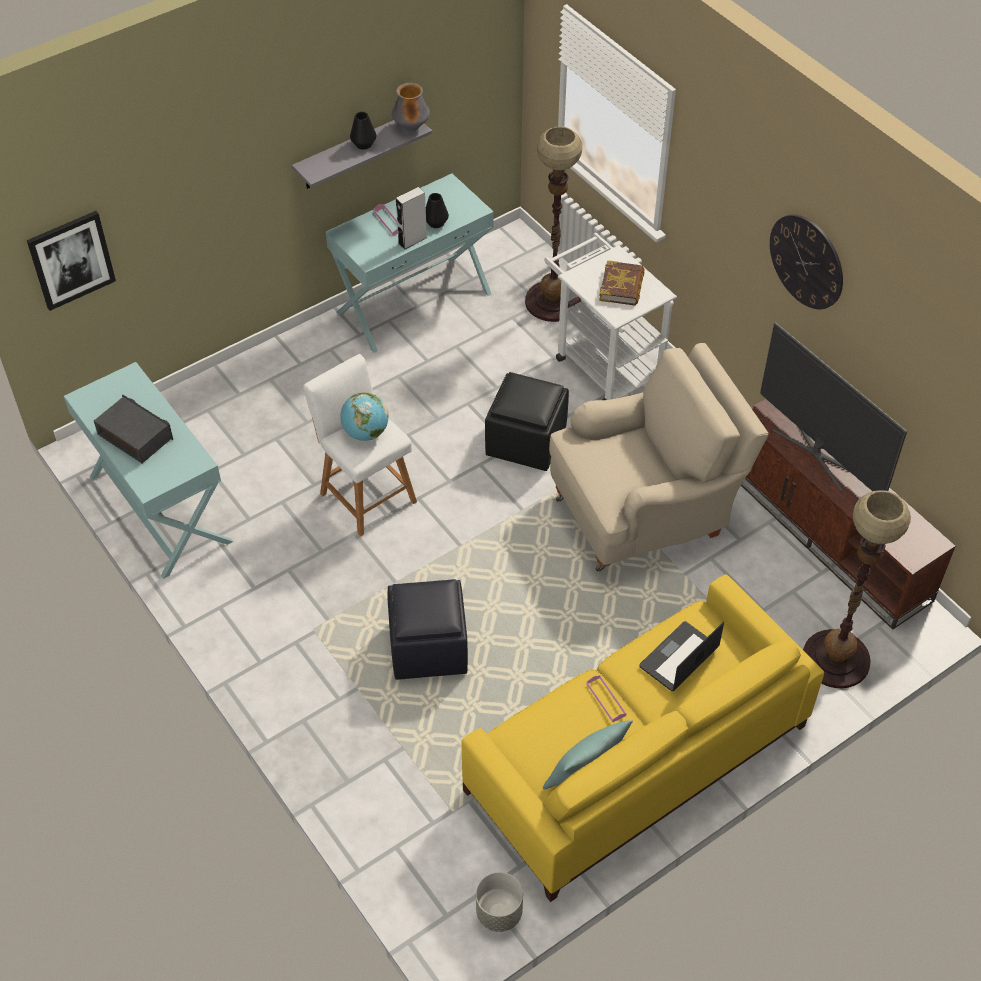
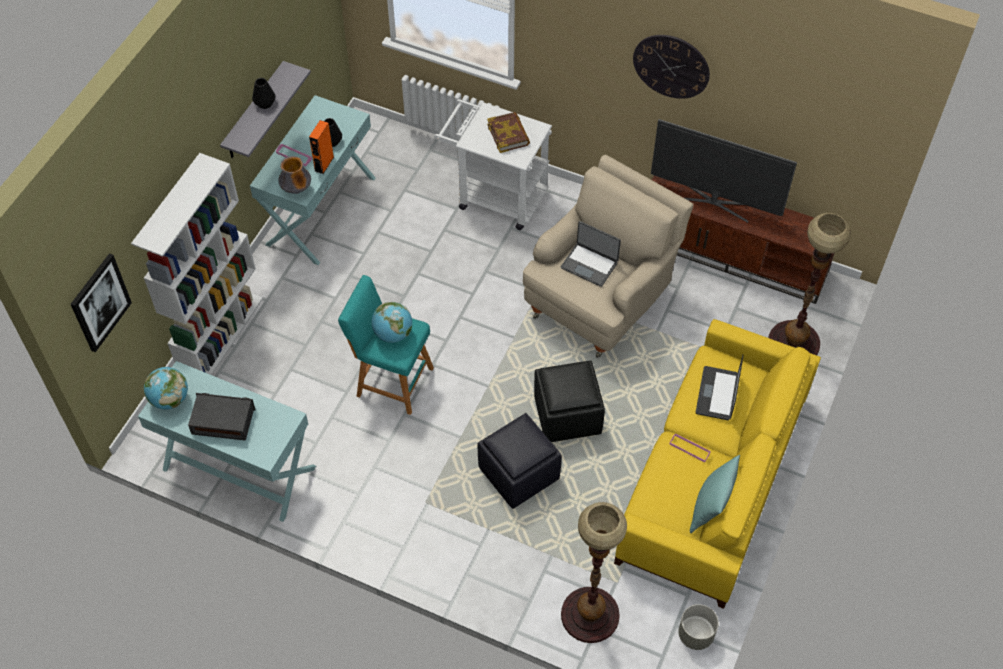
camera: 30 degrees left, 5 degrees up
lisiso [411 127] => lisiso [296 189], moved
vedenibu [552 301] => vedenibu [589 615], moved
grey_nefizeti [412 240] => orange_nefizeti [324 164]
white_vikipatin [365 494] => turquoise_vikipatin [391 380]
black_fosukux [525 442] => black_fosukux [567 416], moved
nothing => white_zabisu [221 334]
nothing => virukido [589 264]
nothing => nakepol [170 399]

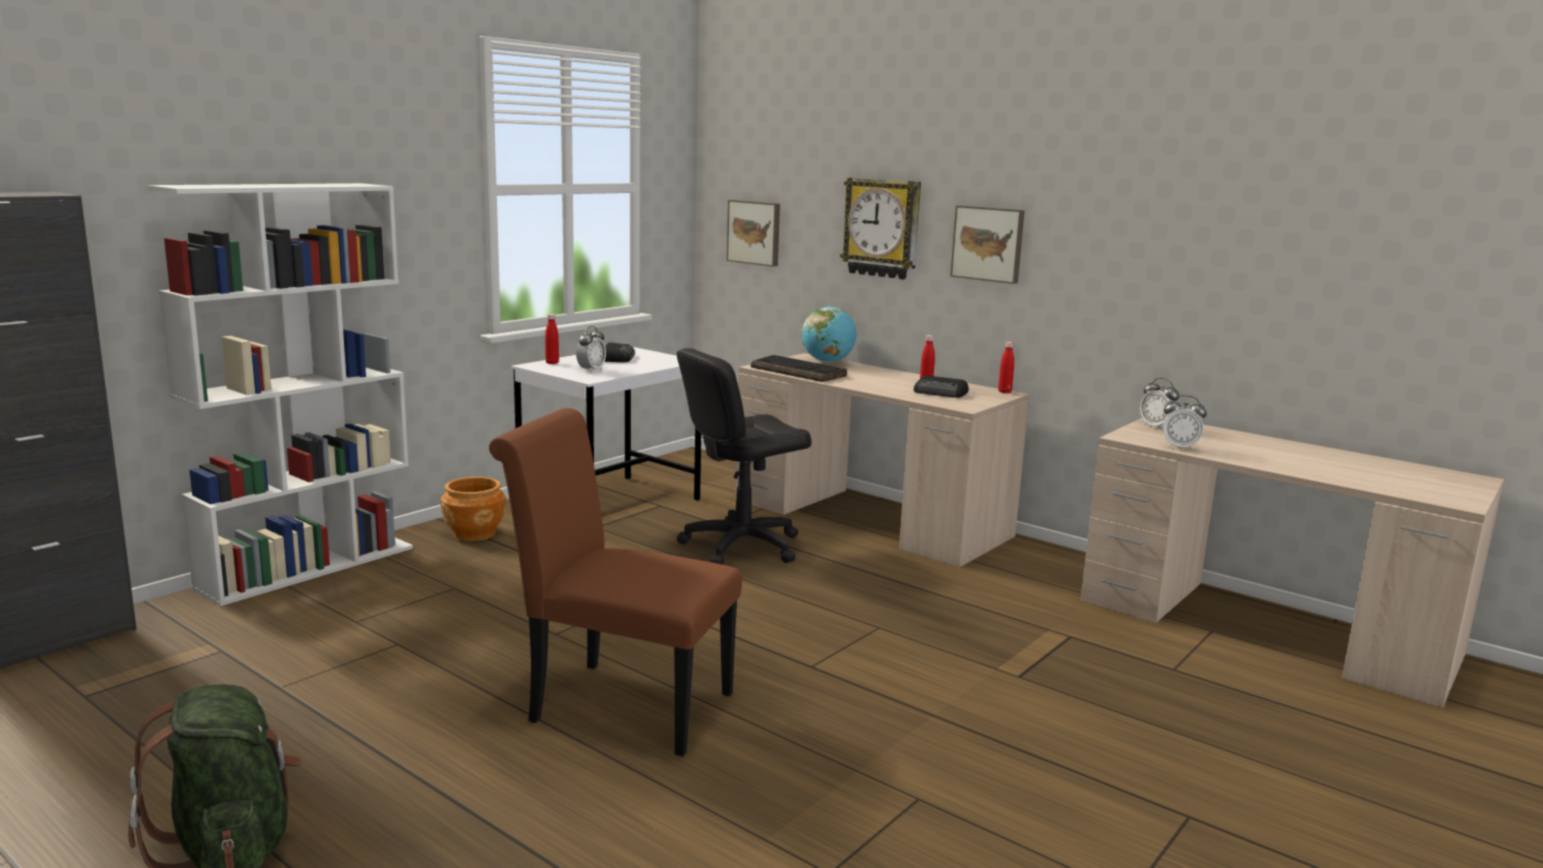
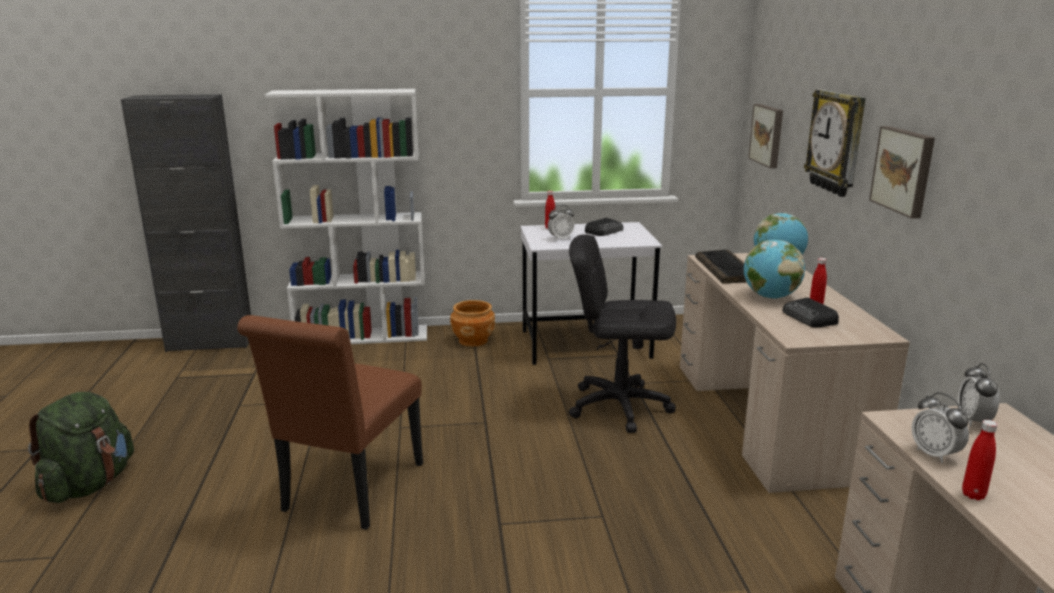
camera: 45 degrees right, 5 degrees up
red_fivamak [1004 392] => red_fivamak [973 495], moved
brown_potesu [619 705] => brown_potesu [349 492], 135 degrees counterclockwise
nothing => nakepol [770 297]

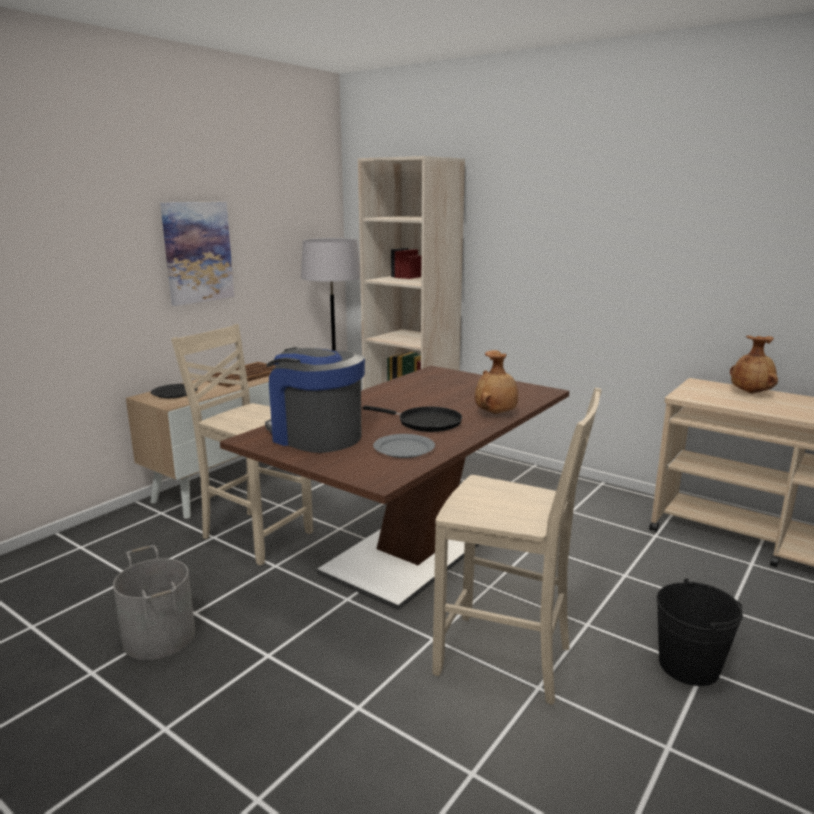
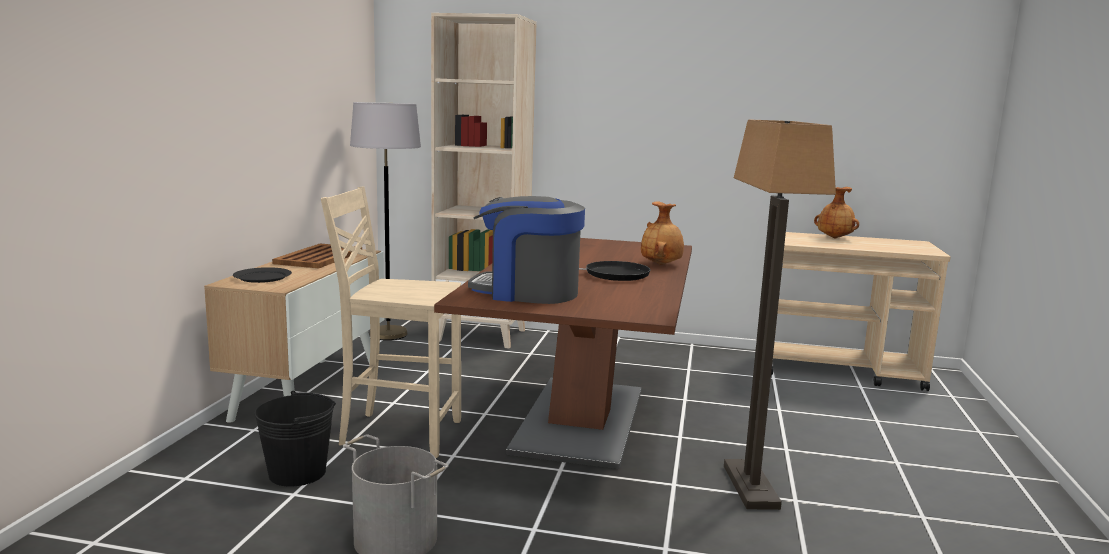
camera: 25 degrees left, 5 degrees down
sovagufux [197 252] => nothing
beige_potesu [506 660] => vedenibu [751 487]
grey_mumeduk [404 449] => nothing
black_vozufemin [689 666] => black_vozufemin [297 473], moved

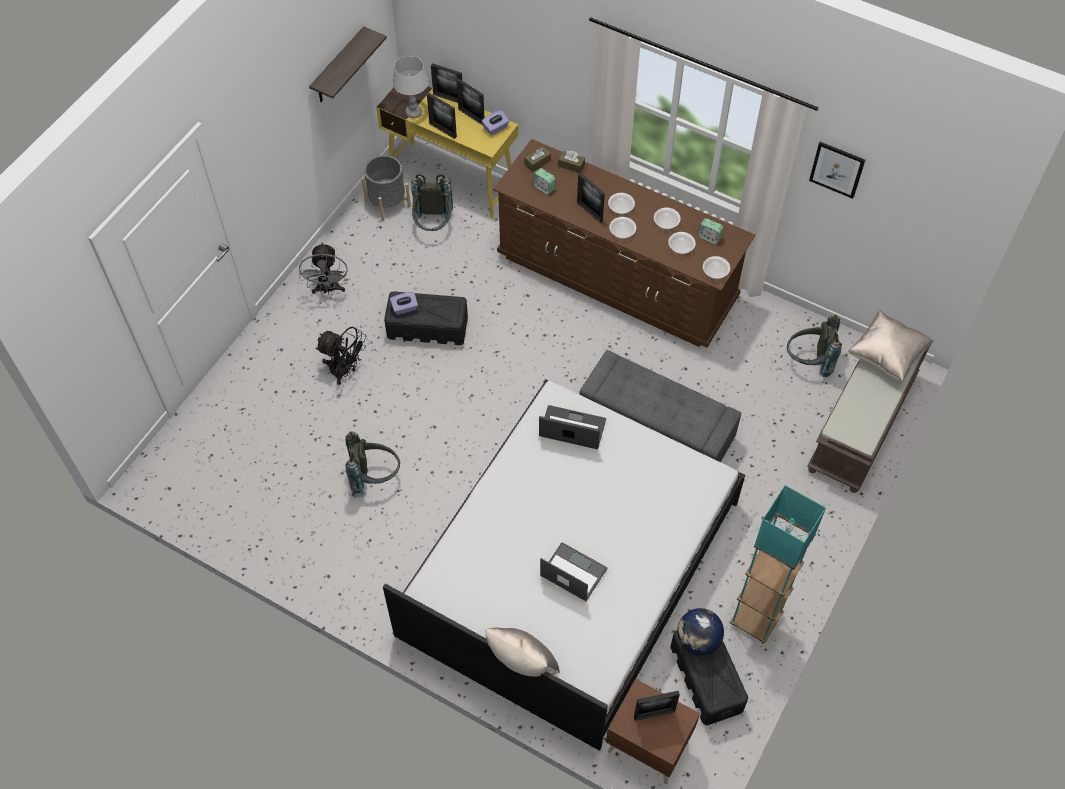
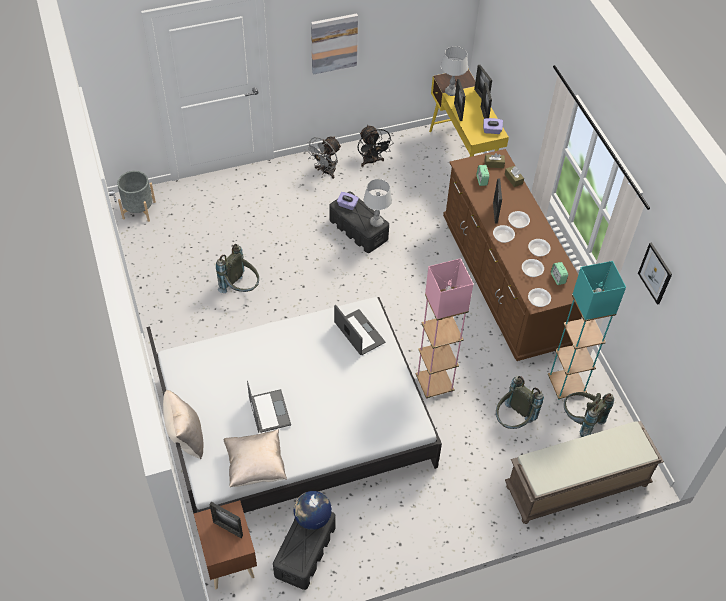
camera: 40 degrees right, 5 degrees down
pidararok [338 67] => nothing
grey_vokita [387 203] => grey_vokita [139 210], moved
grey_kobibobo [433 226] => grey_kobibobo [513 421], moved
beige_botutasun [886 356] => beige_botutasun [255 466], moved
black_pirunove [345 371] => black_pirunove [371 162], moved
grey_fosukux [655 427] => pink_vedenibu [434 384]
turquoise_vedenibu [755 619] => turquoise_vedenibu [566 386], moved
nothing => sovagufux [334 43]
nothing => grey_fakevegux [376 222]

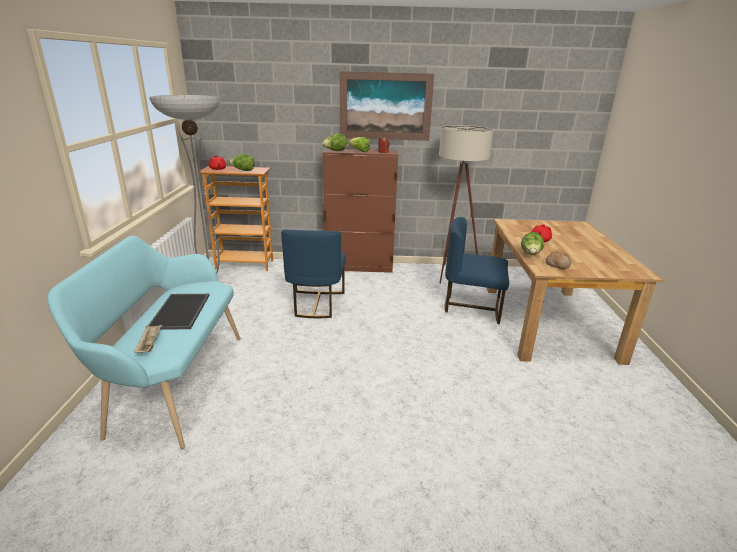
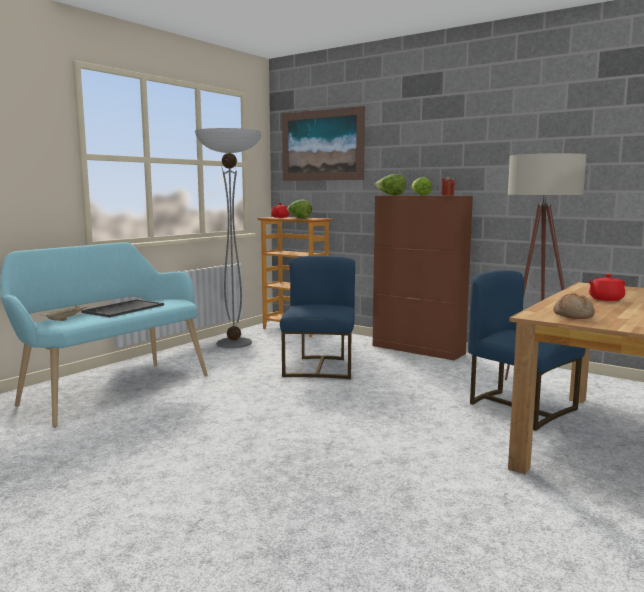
camera: 35 degrees right, 15 degrees down
sovagufux [385 106] => sovagufux [322 145], moved
blue_potesu [316 304] => blue_potesu [320 367], 150 degrees clockwise
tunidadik [530 255] => nothing

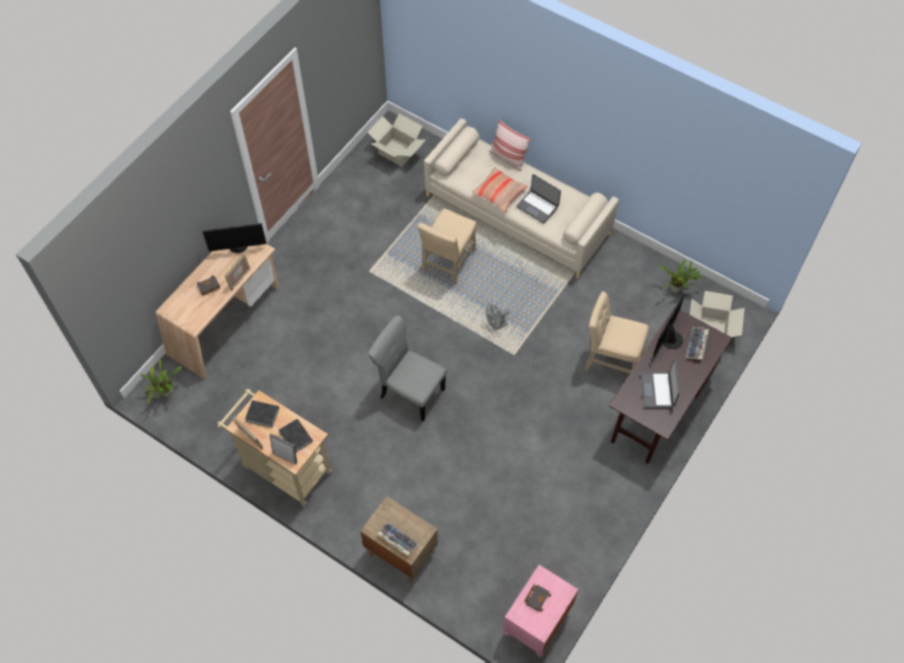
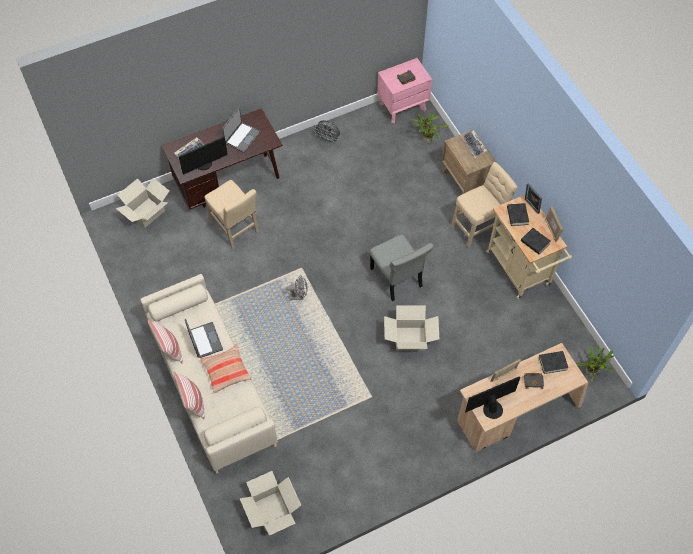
camera: 150 degrees left, 0 degrees up
beige_potesu [448 263] => beige_potesu [479 226], moved
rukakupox [238 246] => rukakupox [491 407], 45 degrees counterclockwise
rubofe [676 289] => rubofe [426 140], moved
nothing => grey_pirunove [328 139]
nothing => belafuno [410 338]
nothing => botutasun [169 349]
nothing => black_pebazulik [552 363]

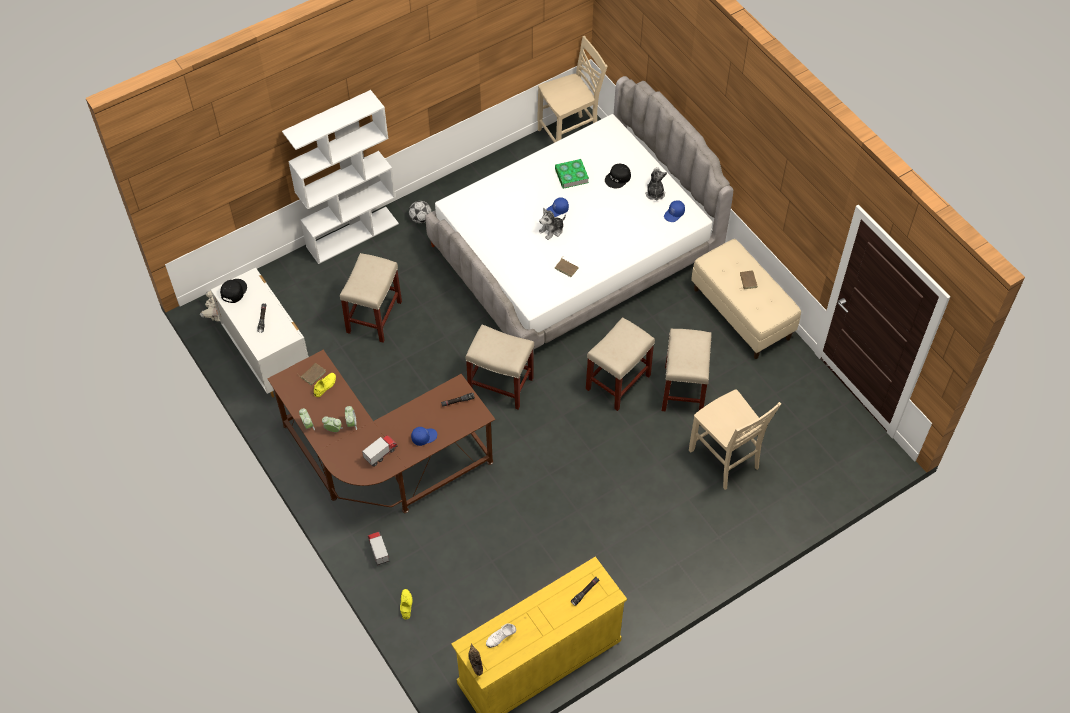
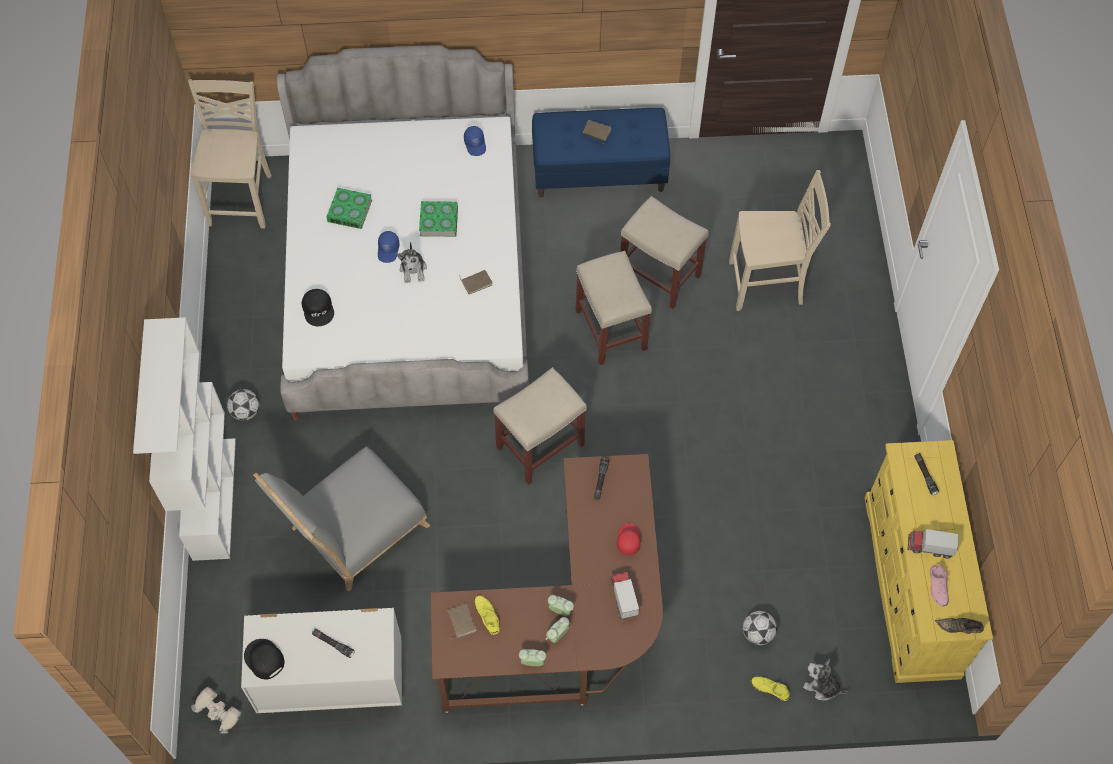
camera: 60 degrees left, 5 degrees up
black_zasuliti [618 178] => black_zasuliti [318 309], moved
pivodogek [655 193] => pivodogek [821 686], moved
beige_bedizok [742 314] => blue_bedizok [599 172]
beige_vikipatin [374 316] => grey_potesu [353 532]
blue_zasuliti [424 437] => red_zasuliti [628 540]
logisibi [378 551] => logisibi [929 547], moved
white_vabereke [500 636] => pink_vabereke [938 586]
nothing => pebazulik [439 221]
nothing => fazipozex [757 633]

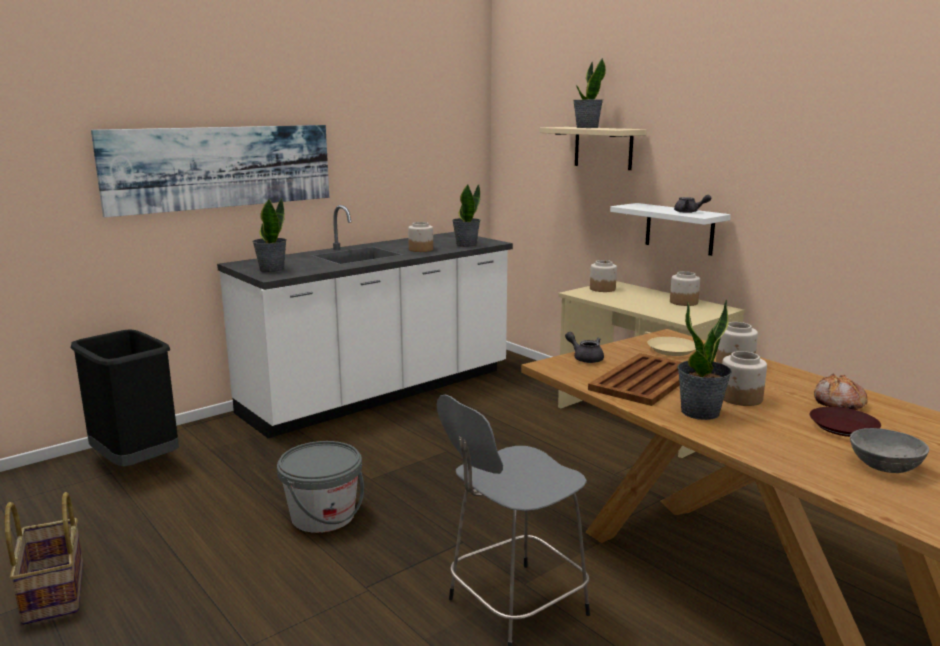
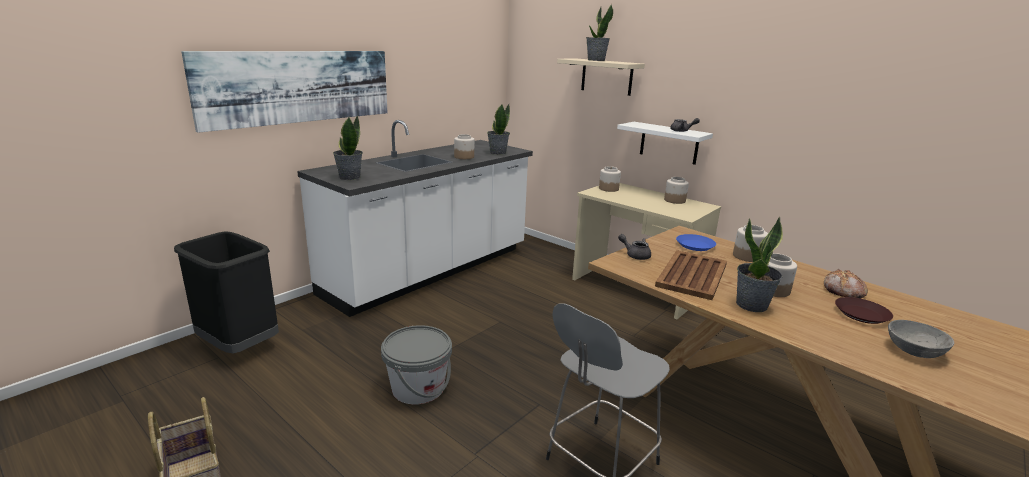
camera: 10 degrees left, 5 degrees up
beige_mumeduk [671 350] => blue_mumeduk [695 246]

